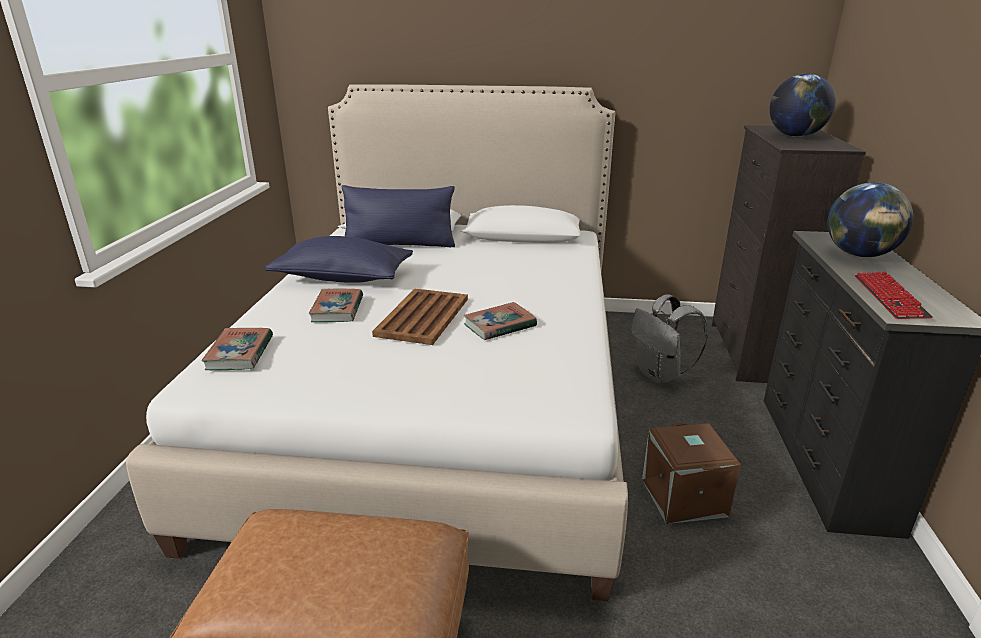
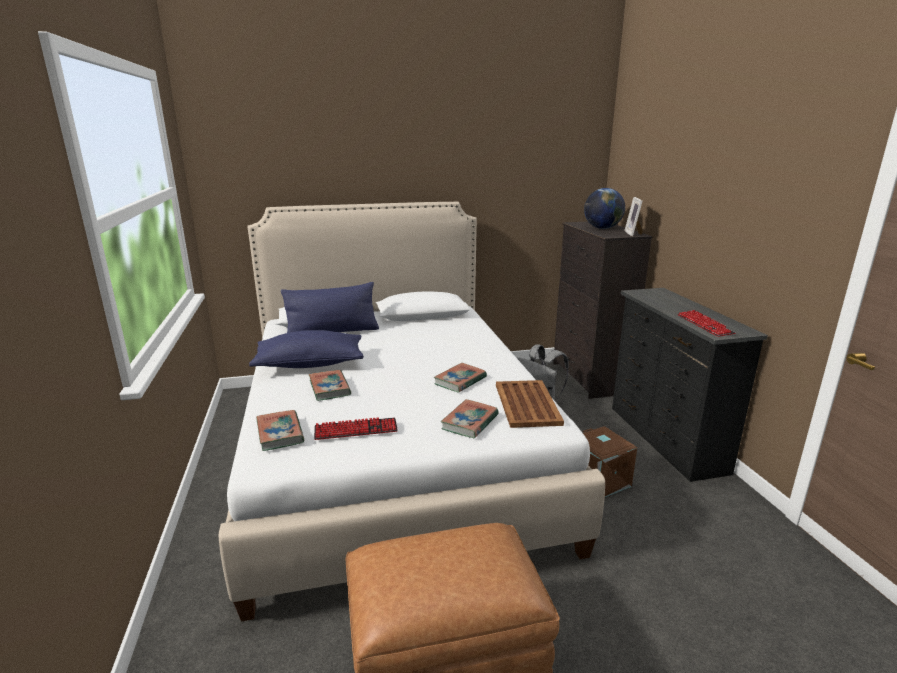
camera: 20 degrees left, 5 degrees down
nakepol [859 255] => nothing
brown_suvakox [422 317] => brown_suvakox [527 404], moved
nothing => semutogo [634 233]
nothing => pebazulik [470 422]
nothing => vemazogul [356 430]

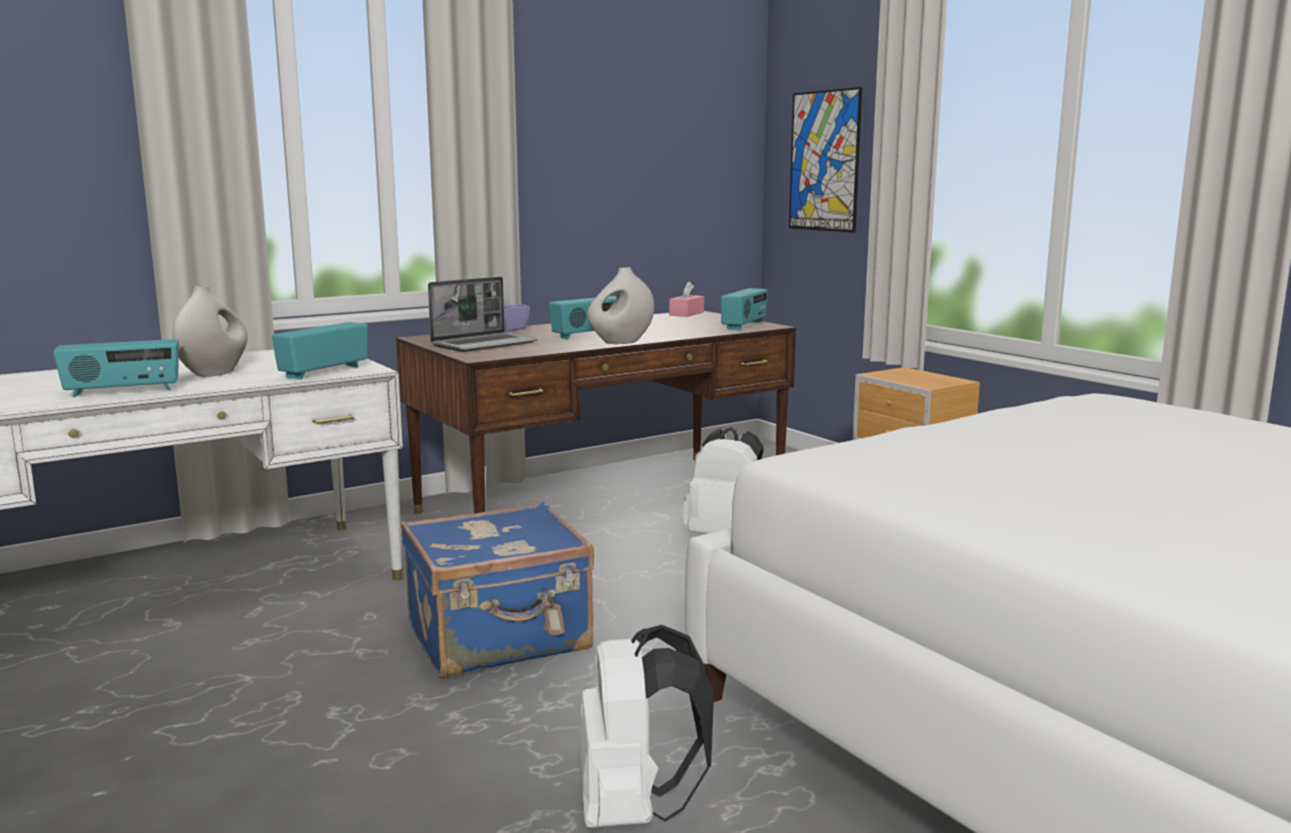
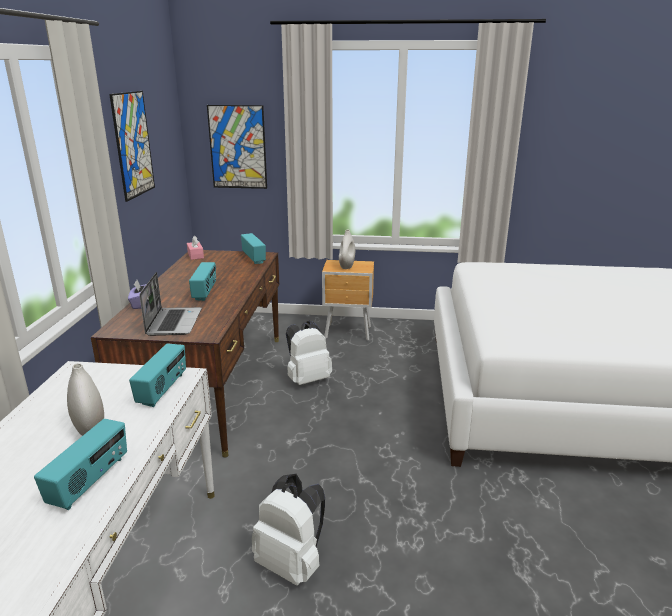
camera: 50 degrees left, 10 degrees up
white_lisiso [621 342] => white_lisiso [346 266], moved
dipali [323 372] => dipali [163 390], 150 degrees counterclockwise
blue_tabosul [500 639] => nothing
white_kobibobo [634 810] => white_kobibobo [292 563], moved
nothing => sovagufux [133 145]

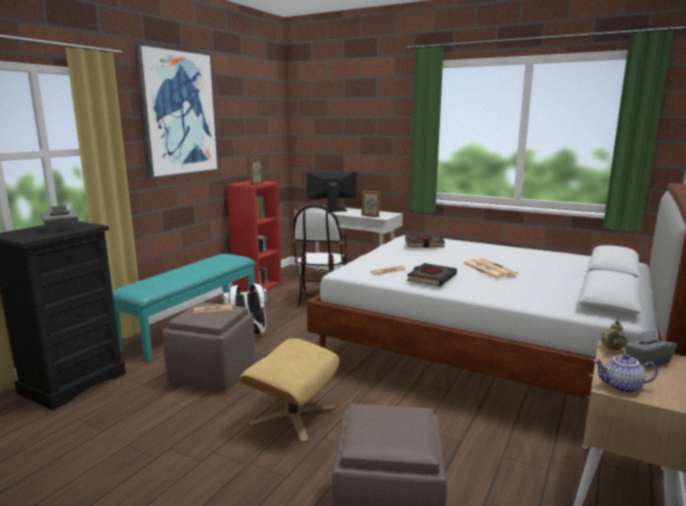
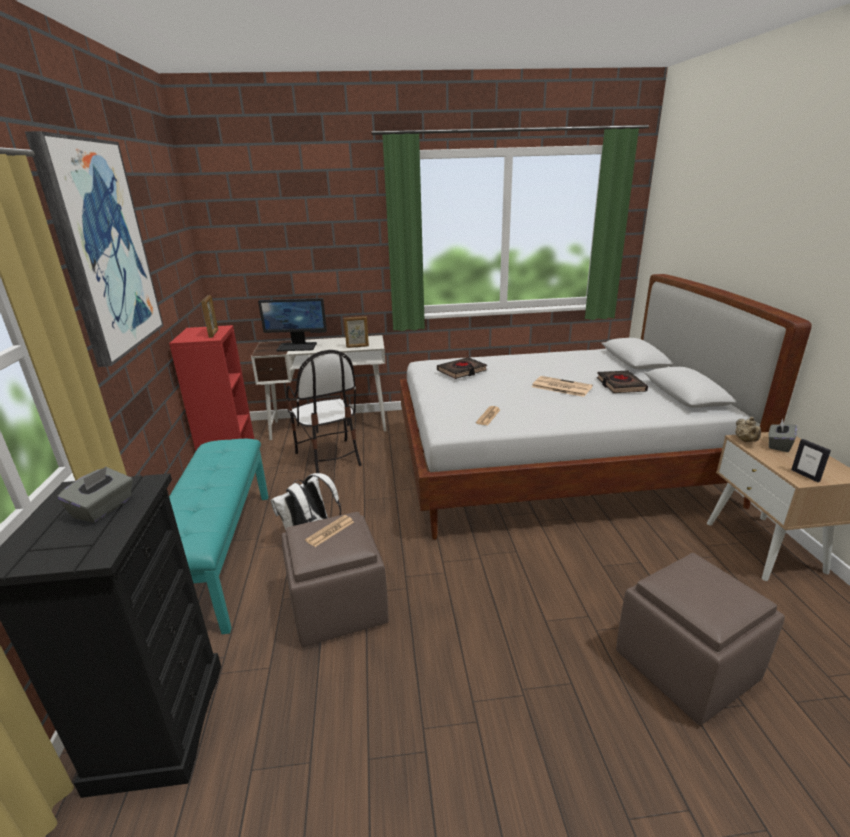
camera: 35 degrees left, 10 degrees up
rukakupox [331 210] => rukakupox [297 346], 135 degrees counterclockwise
black_pebazulik [431 278] => black_pebazulik [620 385], moved
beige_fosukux [292 416] => nothing
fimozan [621 387] => semutogo [805 475]

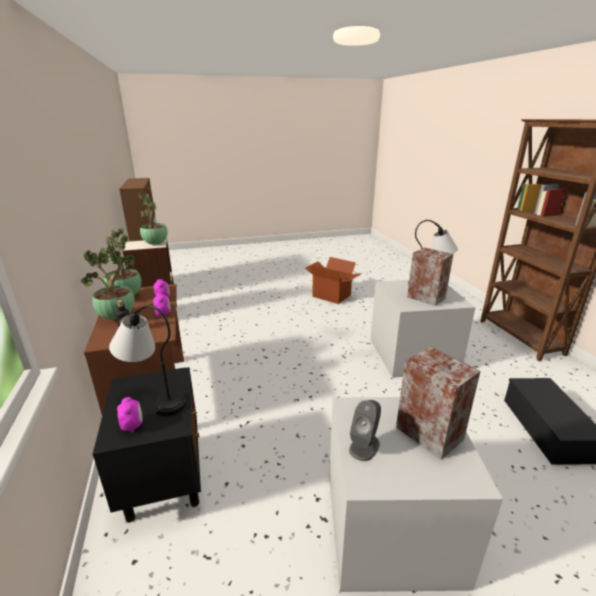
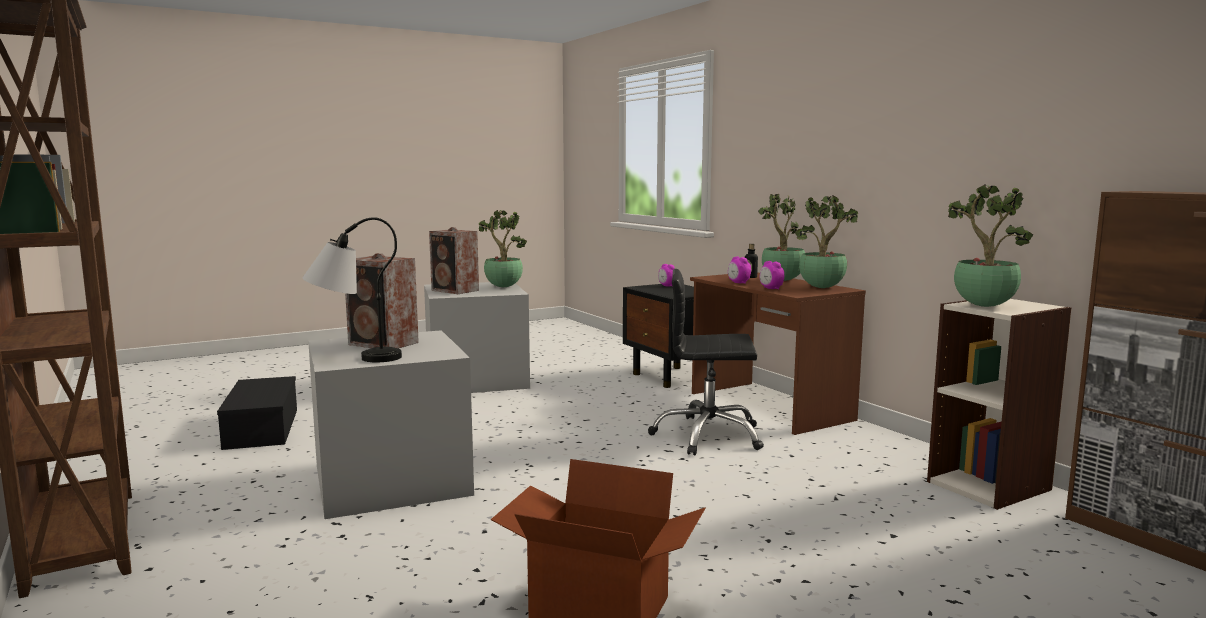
camera: 165 degrees right, 15 degrees down
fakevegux [154 399] => nothing
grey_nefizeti [364 446] => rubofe [502 287]
nothing => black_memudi [708 436]

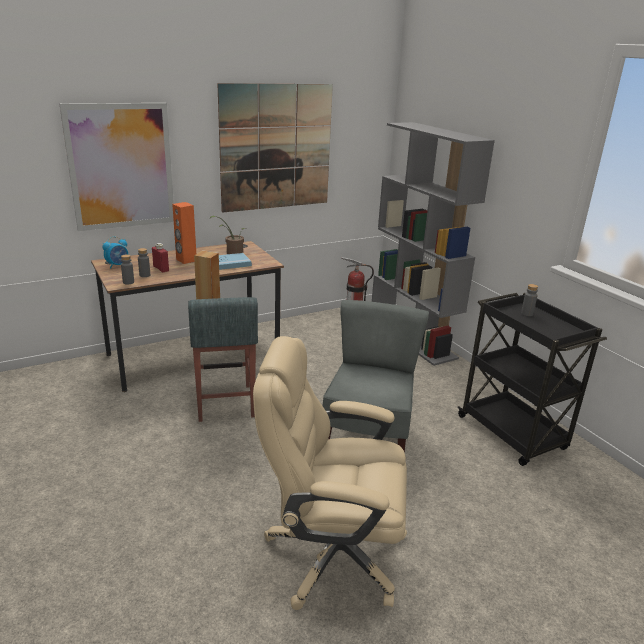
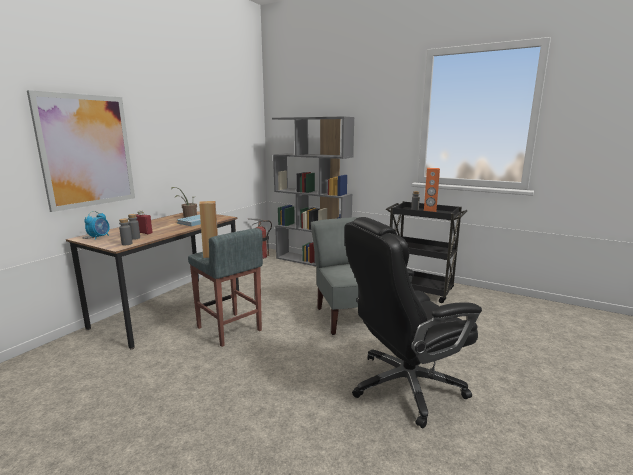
camera: 30 degrees left, 10 degrees down
sovagufux [276 147] => nothing
orange_nefizeti [186 260] => orange_nefizeti [430 212], moved
beige_memudi [332 554] => black_memudi [404 386]

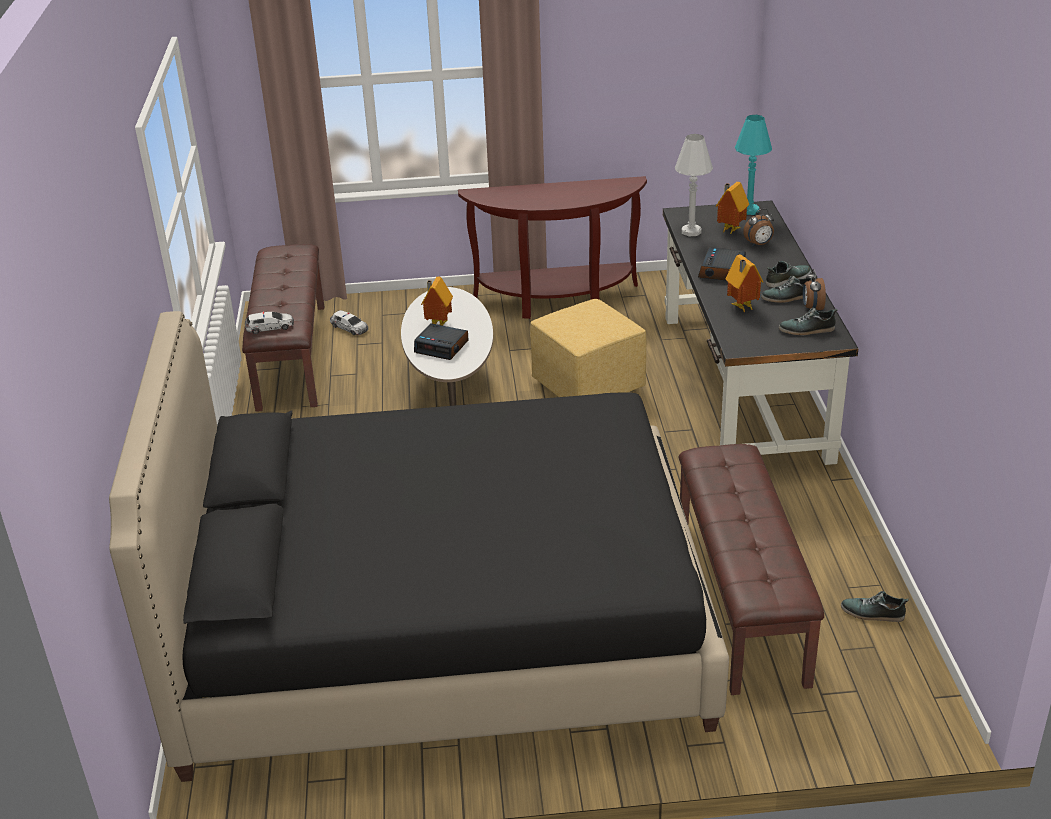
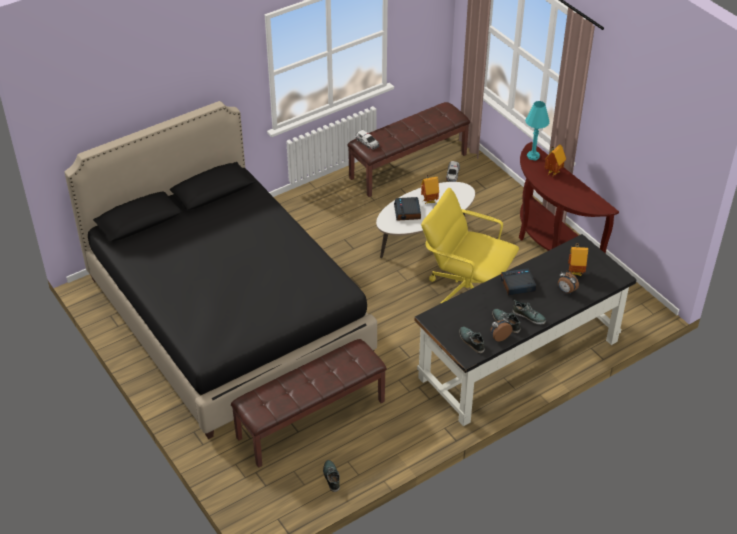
camera: 60 degrees right, 10 degrees up
turquoise_fakevegux [749 211] => turquoise_fakevegux [533 156], moved
white_fakevegux [691 232] => nothing
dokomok [741 307] => dokomok [552 173], moved
yellow_fosukux [586 386] => yellow_memudi [465 291]

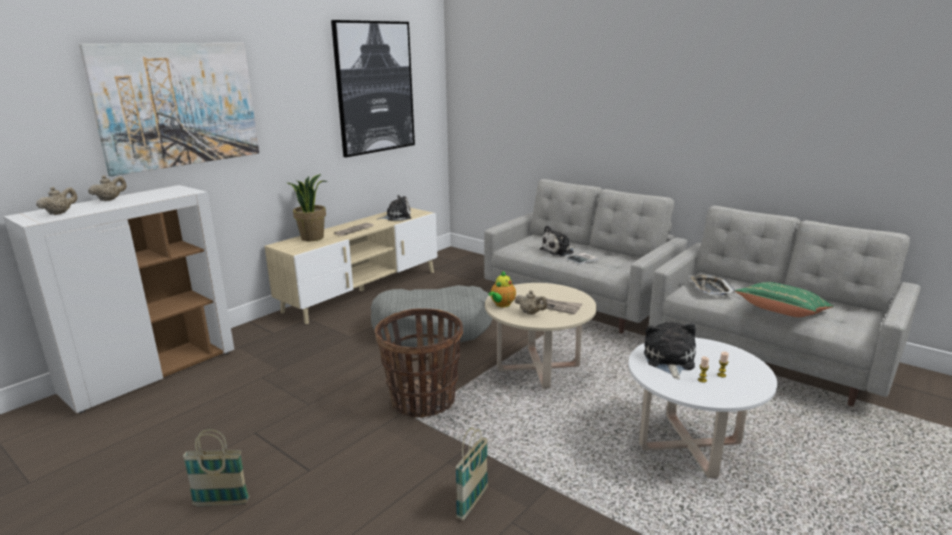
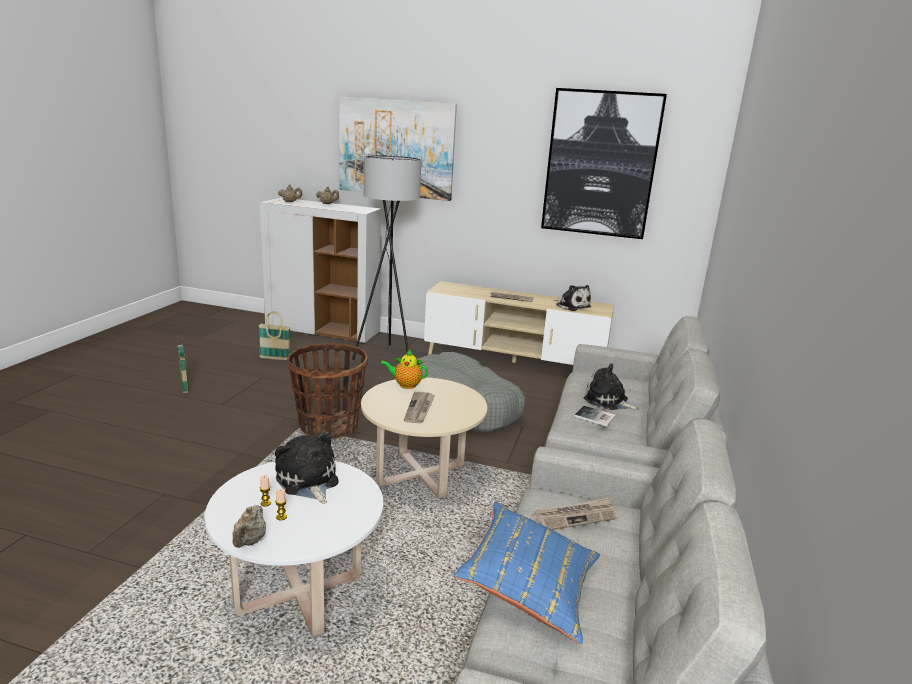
camera: 65 degrees right, 0 degrees up
rubofe [312 238] => nothing
suvakox [710 289] => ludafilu [575 516]
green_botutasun [781 313] => blue_botutasun [529 587]
beige_fimozan [530 313] => beige_fimozan [249 542], moved
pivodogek [669 361] => pivodogek [308 481], 105 degrees counterclockwise
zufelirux [472 502] => zufelirux [275 358], moved
nothing => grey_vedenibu [388 358]

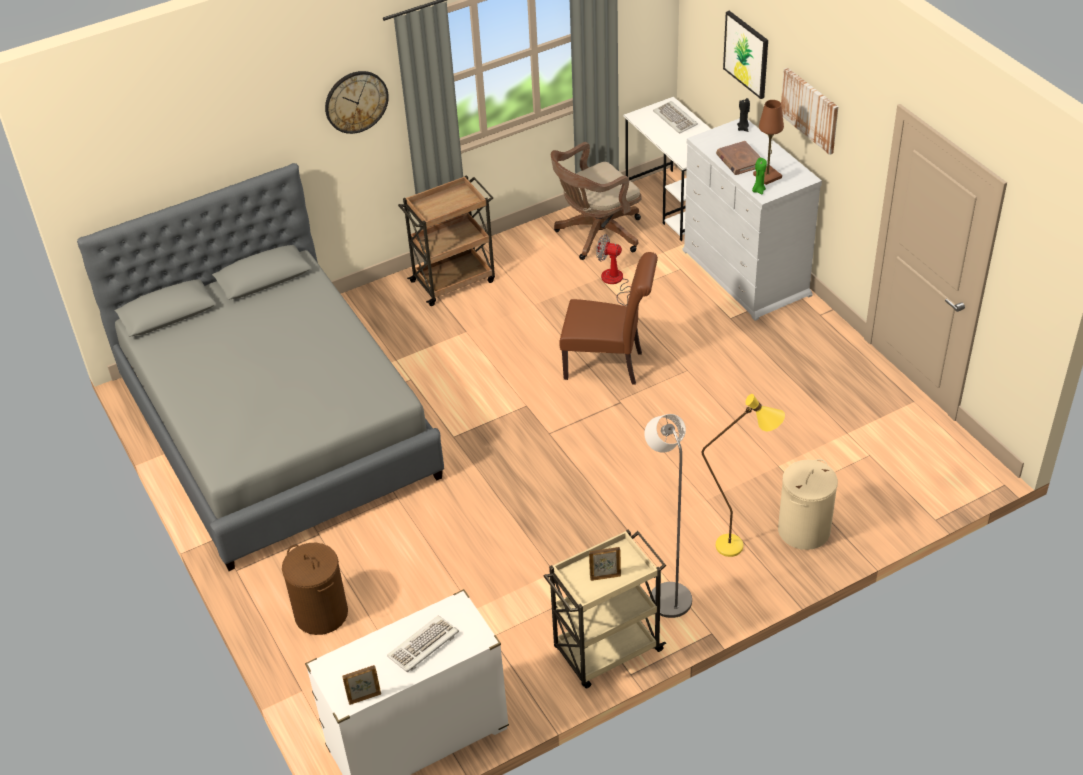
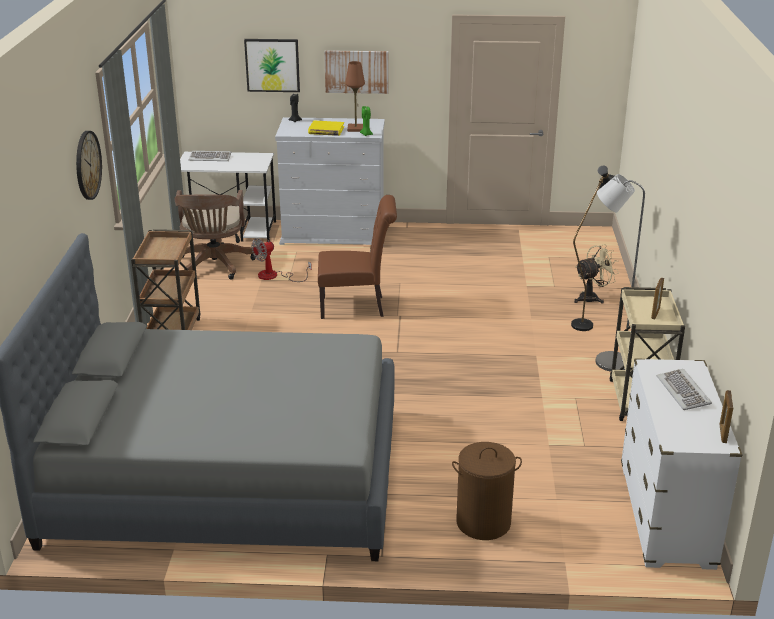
camera: 60 degrees left, 15 degrees down
brown_pebazulik [739 160] => yellow_pebazulik [326 130]
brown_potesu [609 365] => brown_potesu [357 307], 45 degrees clockwise
yellow_vedenibu [740 547] => black_vedenibu [586 322]
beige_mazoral [804 530] => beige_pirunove [592 297]

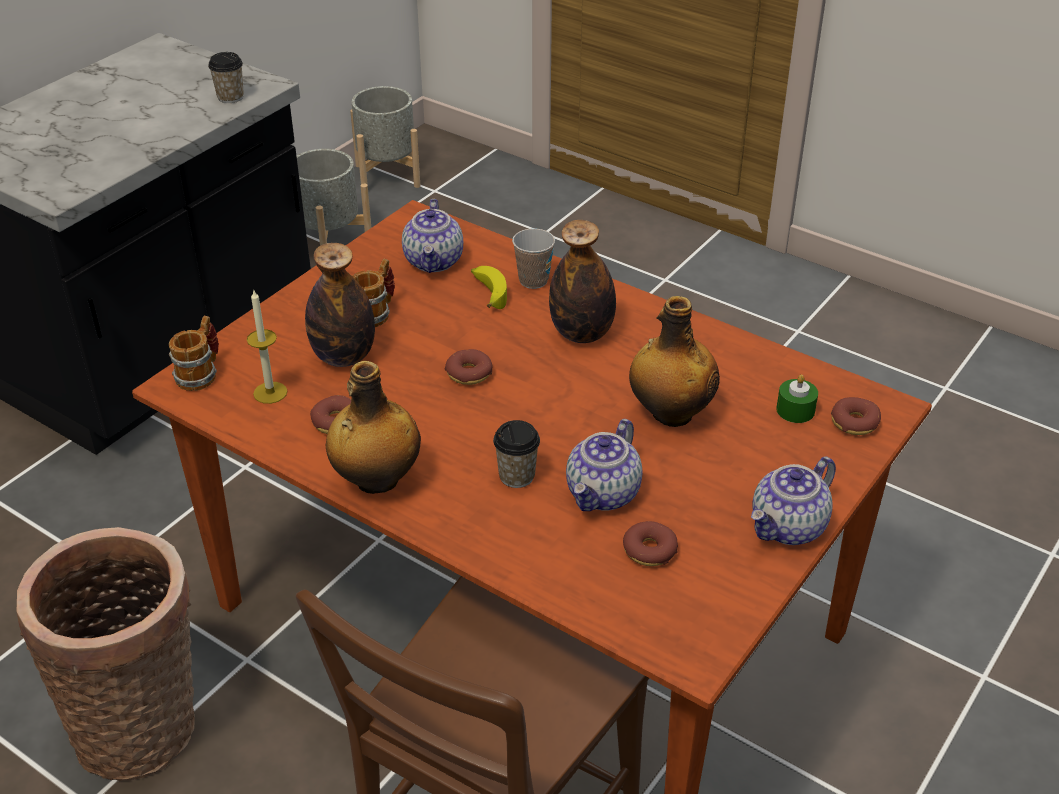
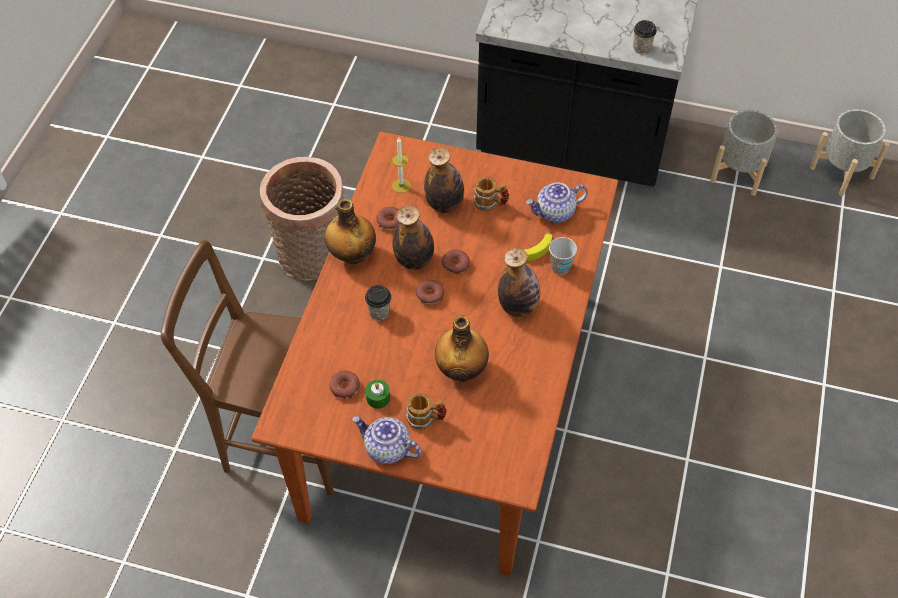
camera: 70 degrees right, 15 degrees up
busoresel [201 373] => busoresel [426 419], moved
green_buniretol [795 410] => green_buniretol [378 398], moved
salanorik [854 423] => salanorik [430 295], moved
fimozan [603 494] => nothing
nothing => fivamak [414 260]

